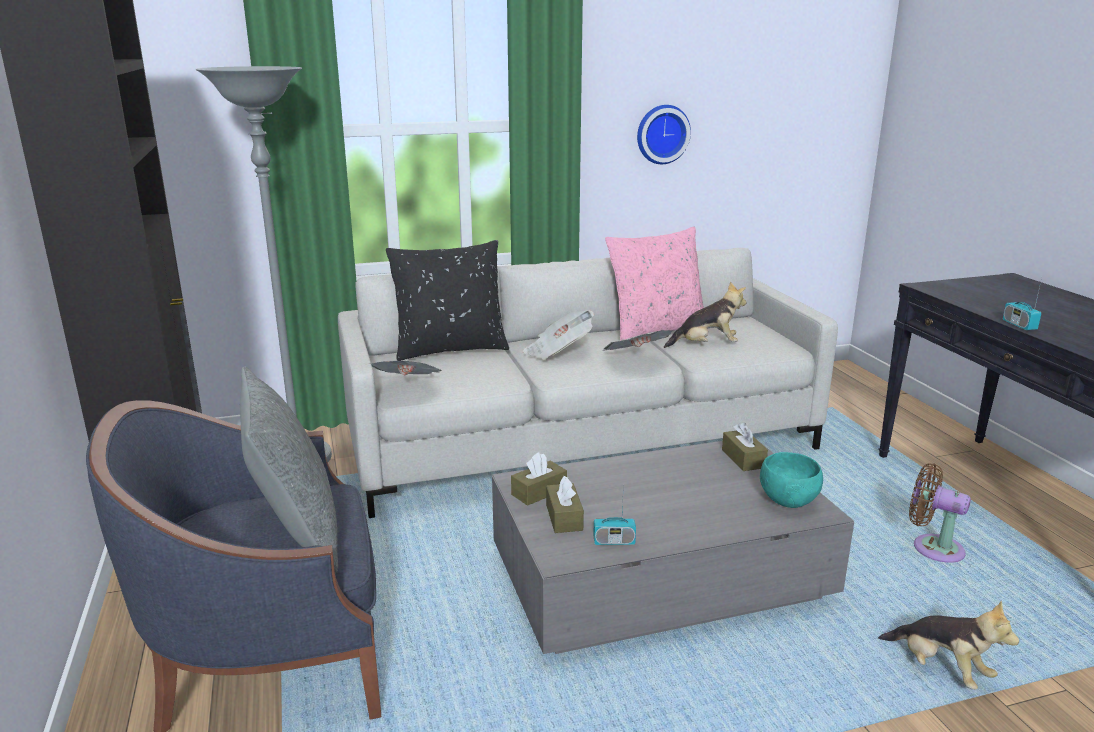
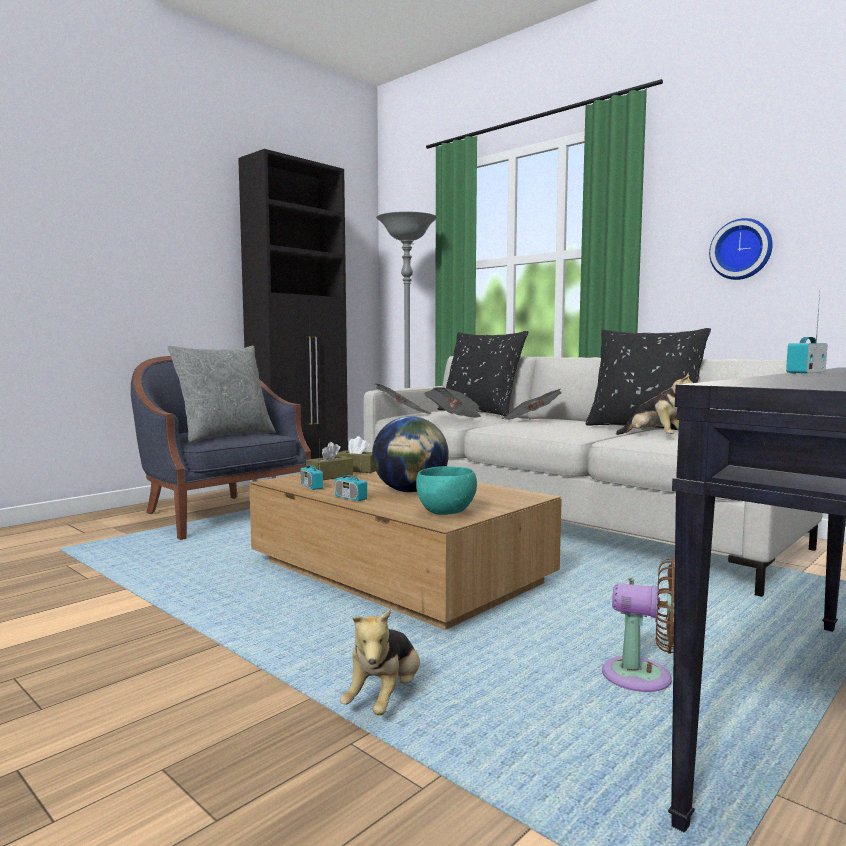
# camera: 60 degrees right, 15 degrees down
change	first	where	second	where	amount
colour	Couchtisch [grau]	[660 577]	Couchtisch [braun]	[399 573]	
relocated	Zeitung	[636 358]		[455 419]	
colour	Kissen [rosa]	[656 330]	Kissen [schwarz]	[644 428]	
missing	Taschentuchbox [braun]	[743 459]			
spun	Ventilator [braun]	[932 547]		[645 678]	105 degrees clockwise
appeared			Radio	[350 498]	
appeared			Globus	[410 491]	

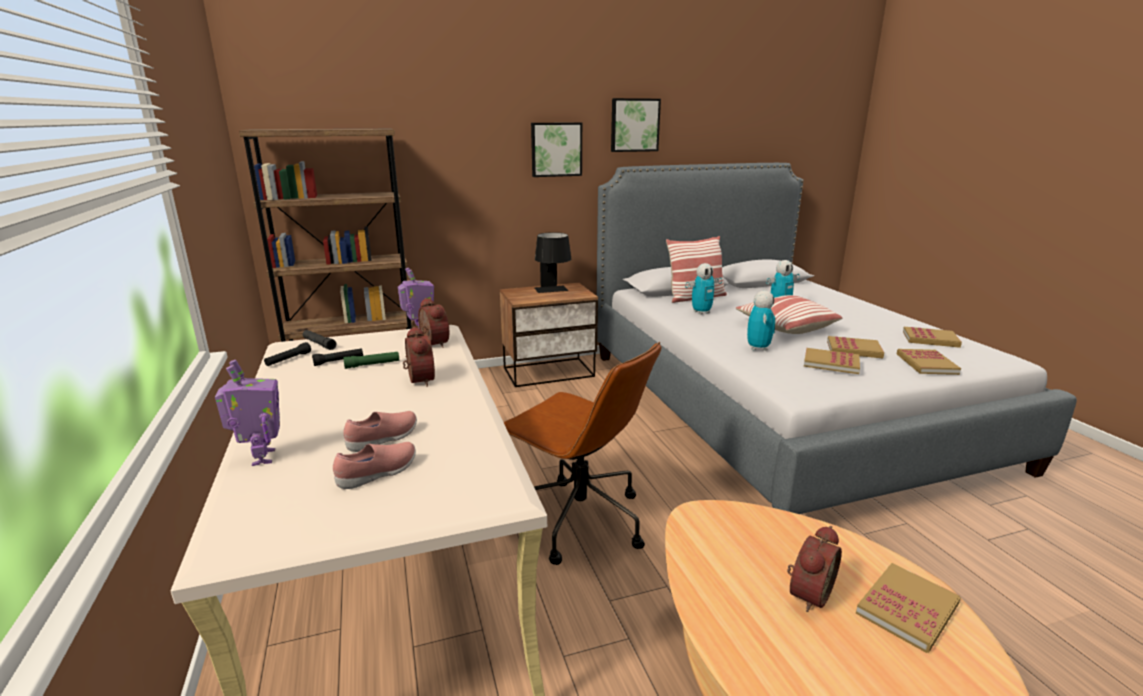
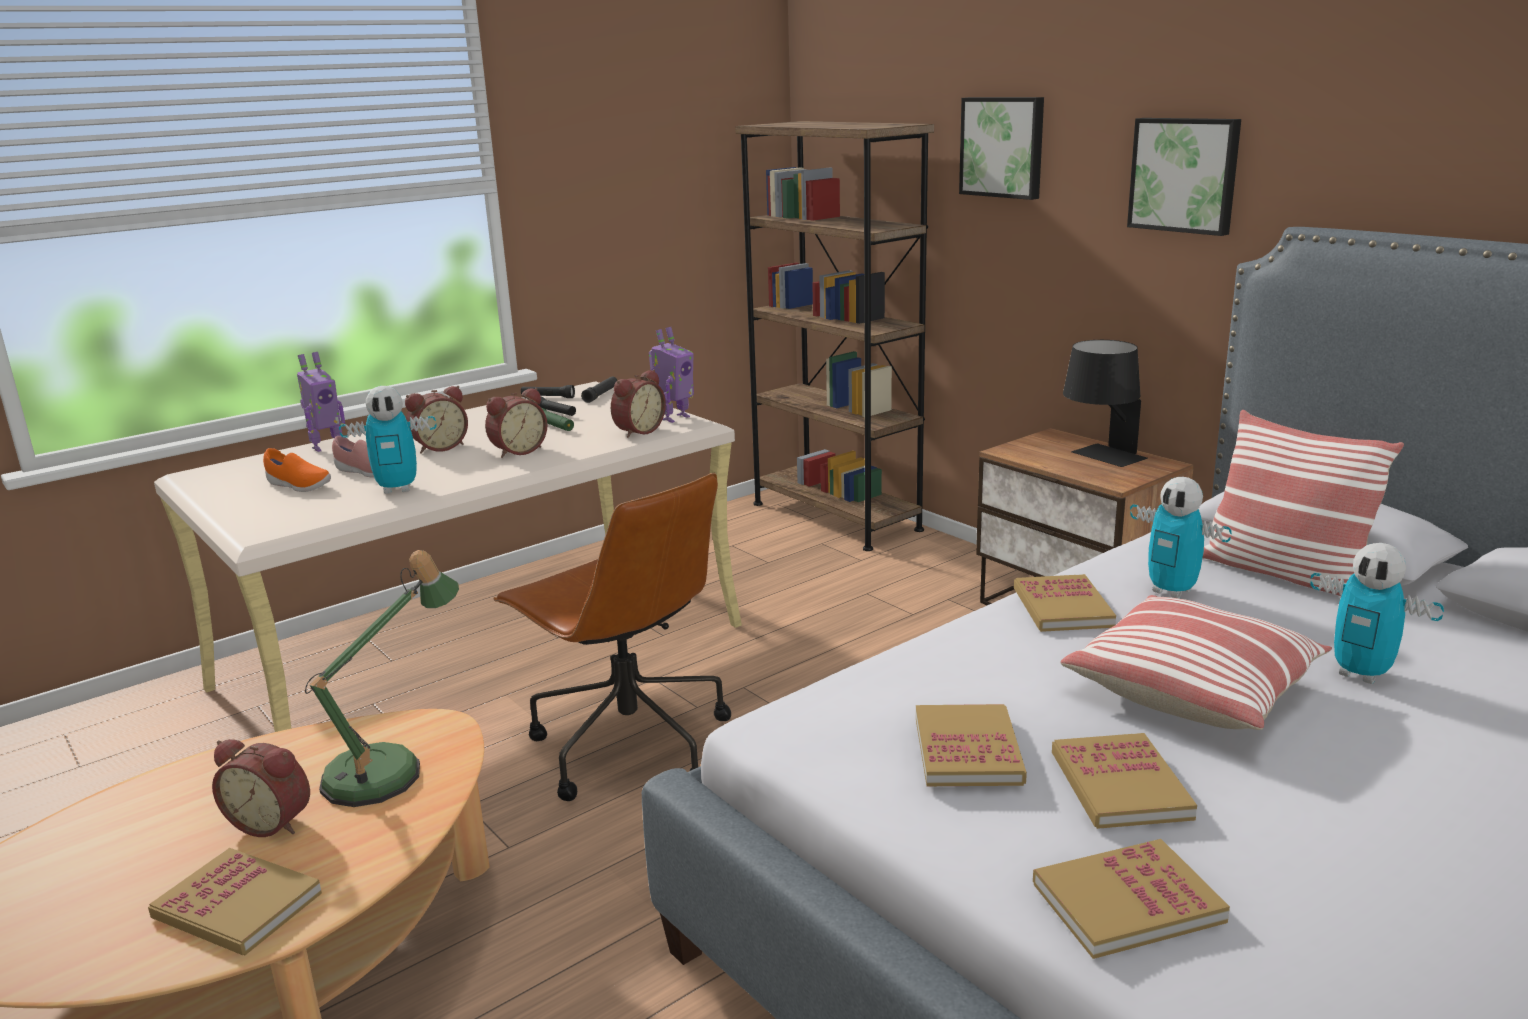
# camera: 70 degrees right, 0 degrees up
change	first	where	second	where	amount
colour	Schuh [rosa]	[378 474]	Schuh [orange]	[298 486]	
spun	Bürostuhl [braun]	[578 520]		[628 745]	60 degrees counterclockwise
relocated	Bild	[634 125]		[1003 147]	
relocated	Spielzeugroboter	[758 348]		[398 489]	
relocated	Buch	[930 339]		[1062 607]	
appeared			Tischlampe	[387 770]	
appeared			Wecker	[439 447]	

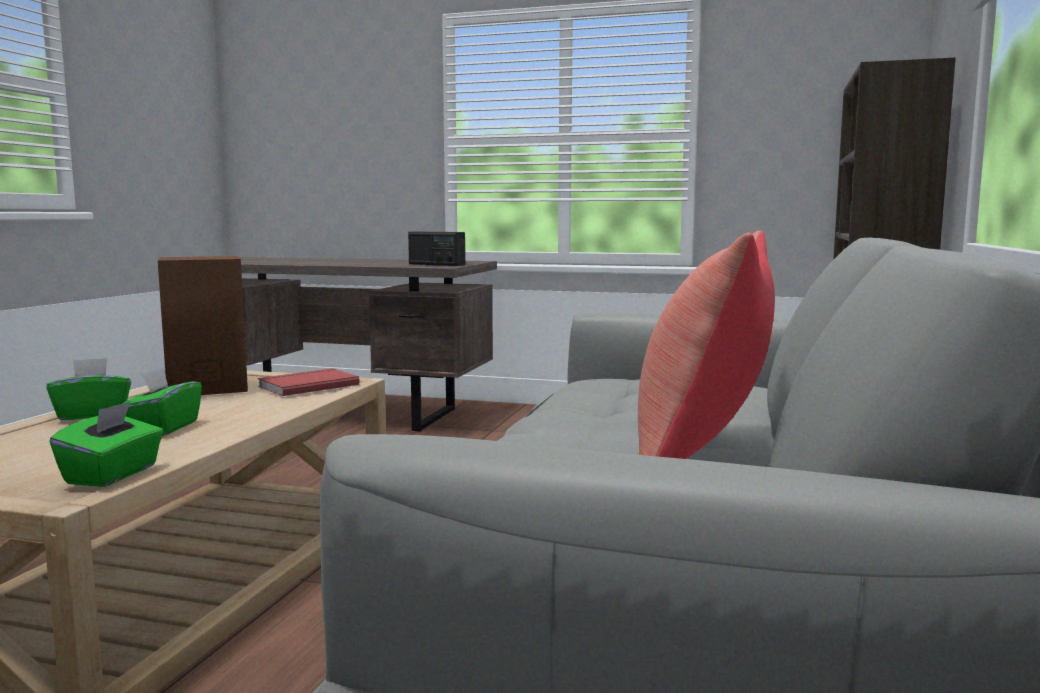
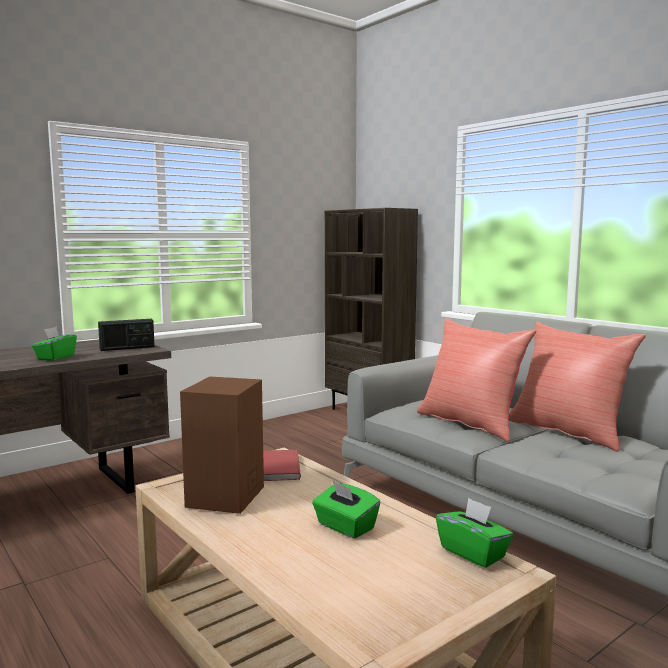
# camera: 55 degrees left, 0 degrees up
change	first	where	second	where	amount
relocated	Taschentuchbox [grün]	[93 414]		[55 357]	
appeared			Kissen [rot]	[470 423]	

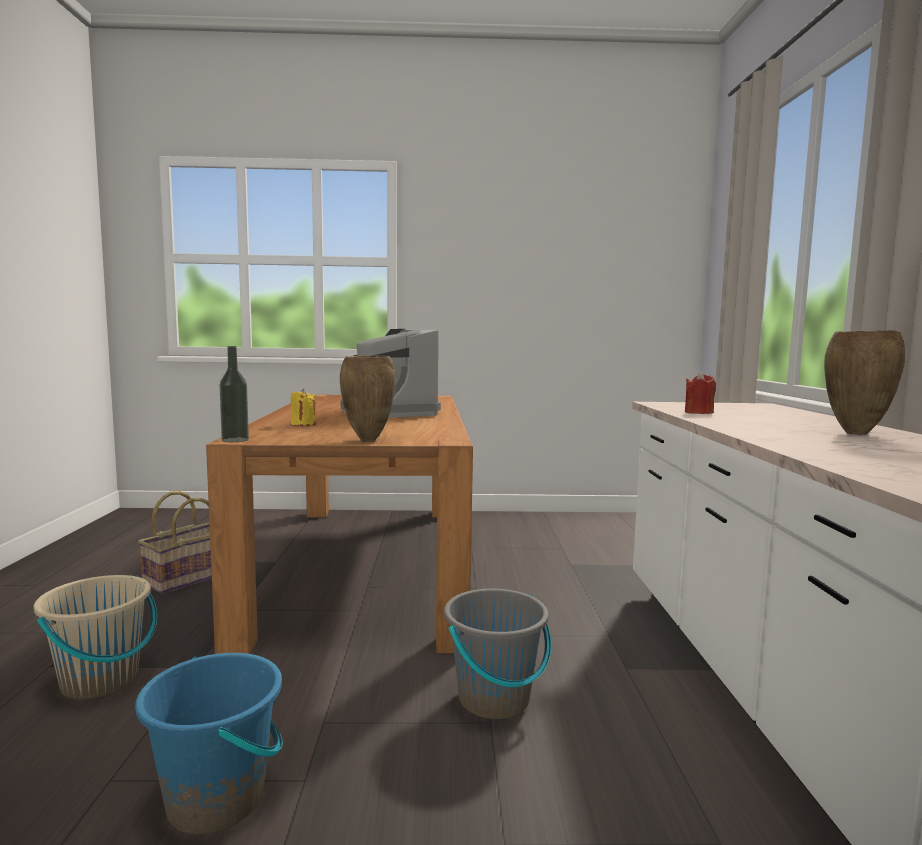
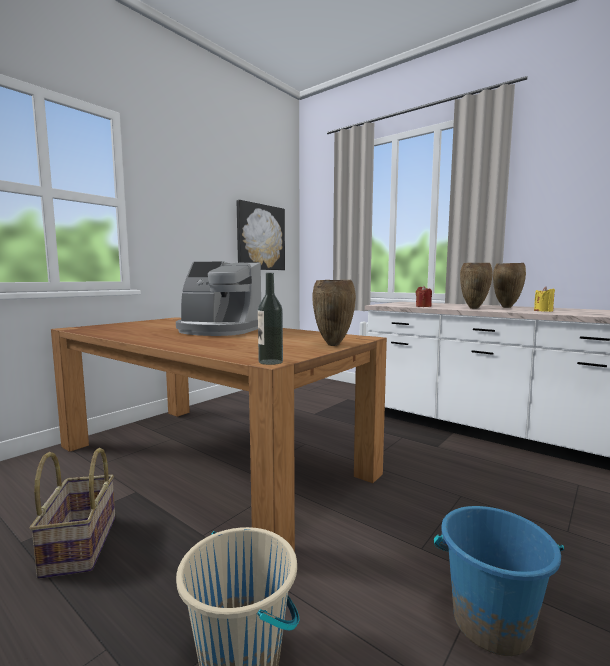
# camera: 50 degrees left, 0 degrees up
change	first	where	second	where	amount
relocated	Kerze [gelb]	[303 424]		[543 311]	
missing	Eimer [grau]	[494 699]			
appeared			Bild	[260 237]	
appeared			Vase [braun]	[474 308]	

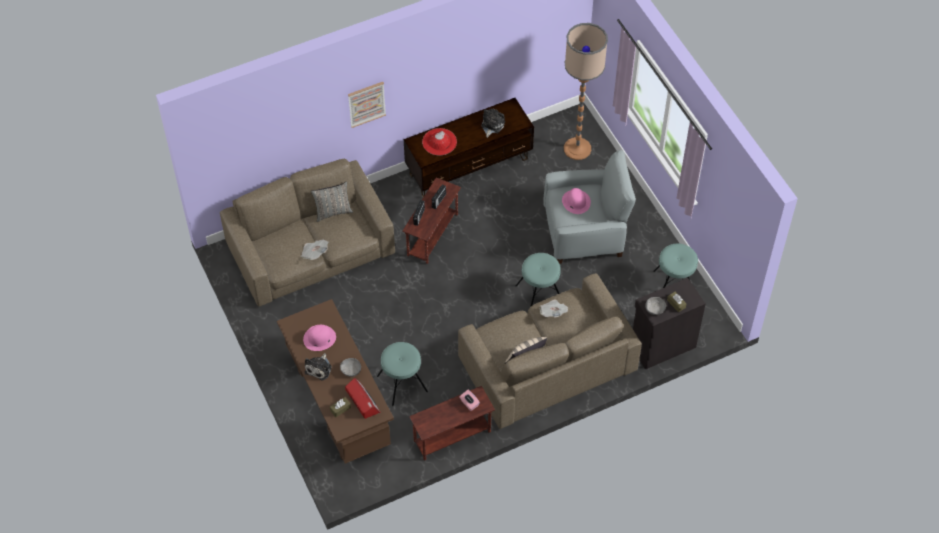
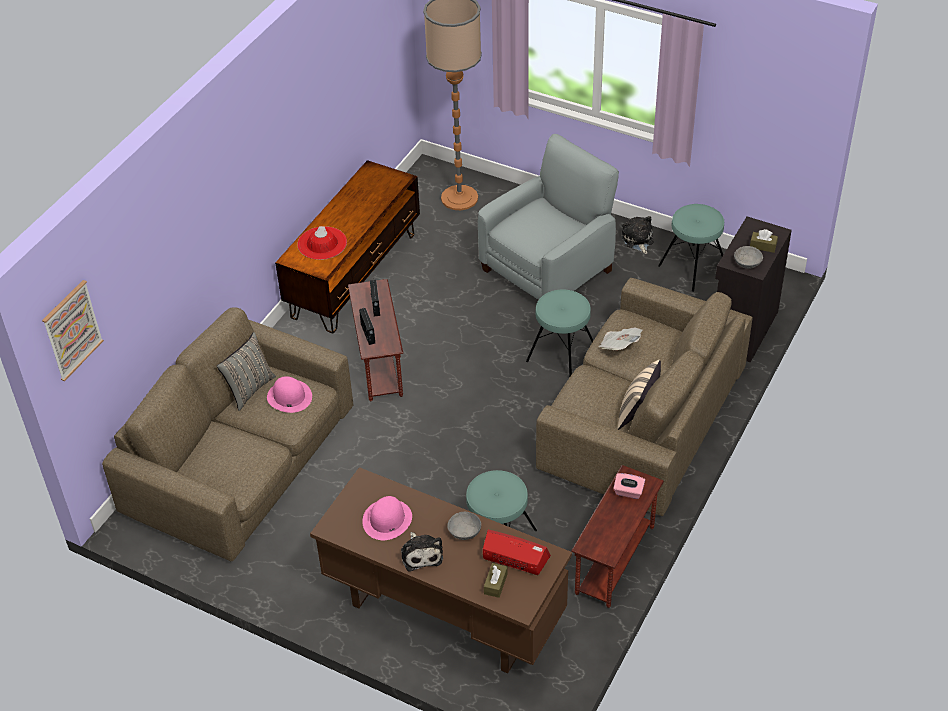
# camera: 35 degrees left, 10 degrees down
change	first	where	second	where	amount
missing	Zeitung	[314 253]			
relocated	Bild	[366 104]		[72 330]	
relocated	Plüschtier	[492 125]		[637 240]	
relocated	Hut [rosa]	[576 201]		[289 397]	

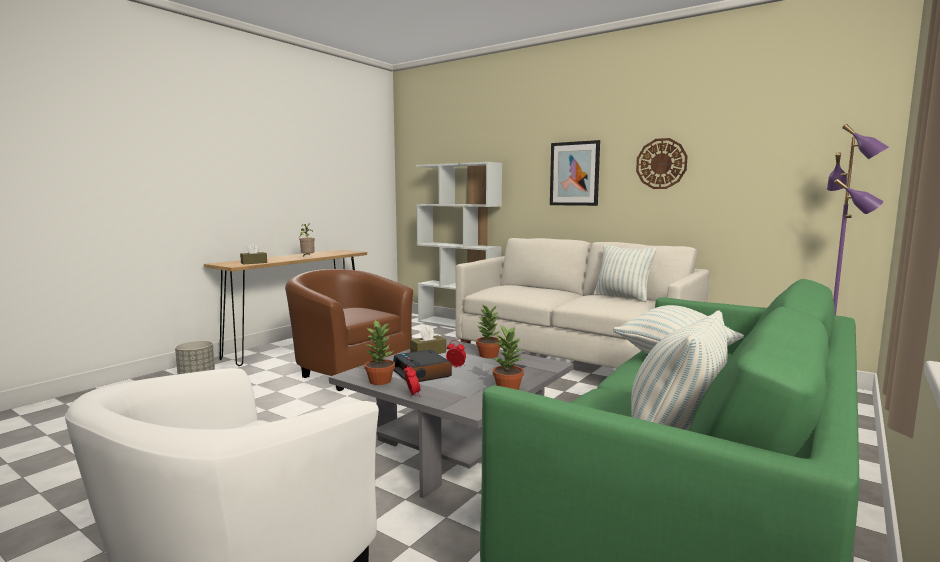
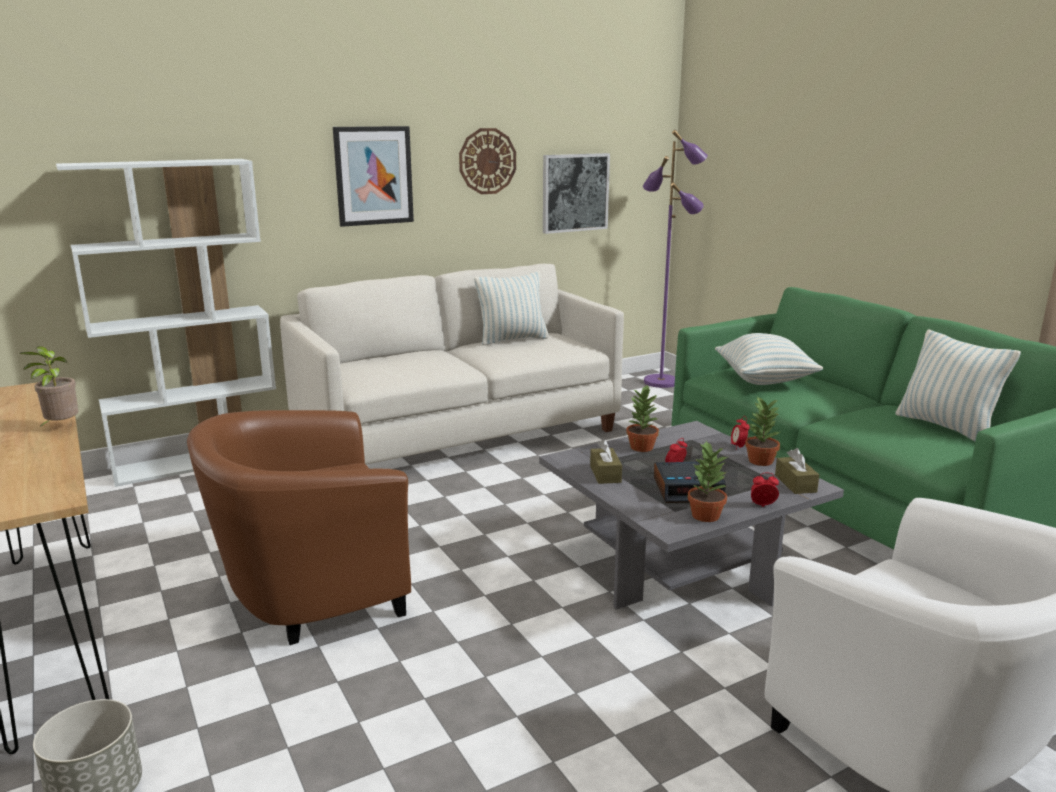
# camera: 65 degrees left, 10 degrees up
change	first	where	second	where	amount
relocated	Taschentuchbox [braun]	[254 263]		[795 483]	
appeared			Bild	[575 192]	
appeared			Wecker	[738 447]	

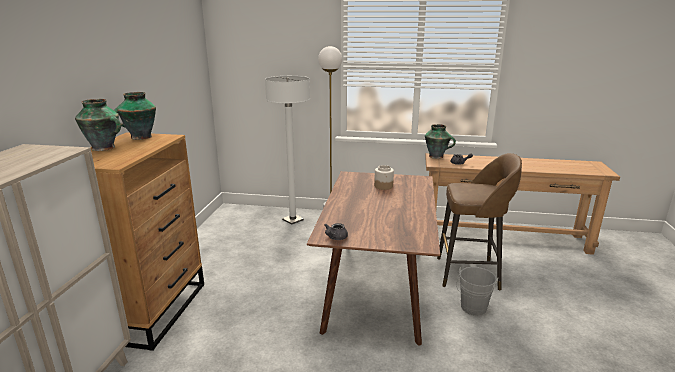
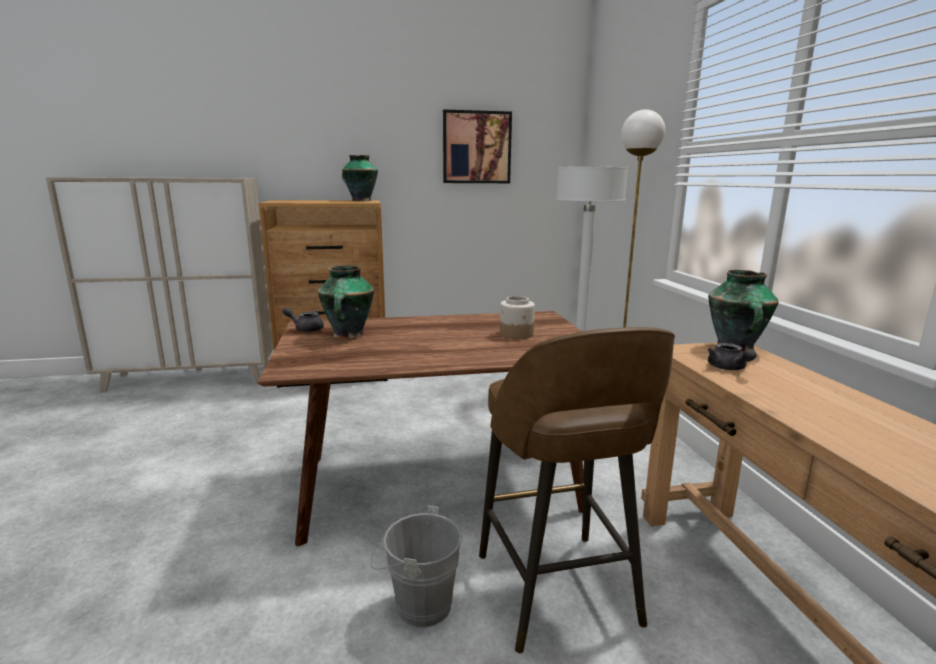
# camera: 70 degrees right, 5 degrees down
change	first	where	second	where	amount
relocated	Vase	[104 148]		[348 335]	
appeared			Bild	[476 147]	

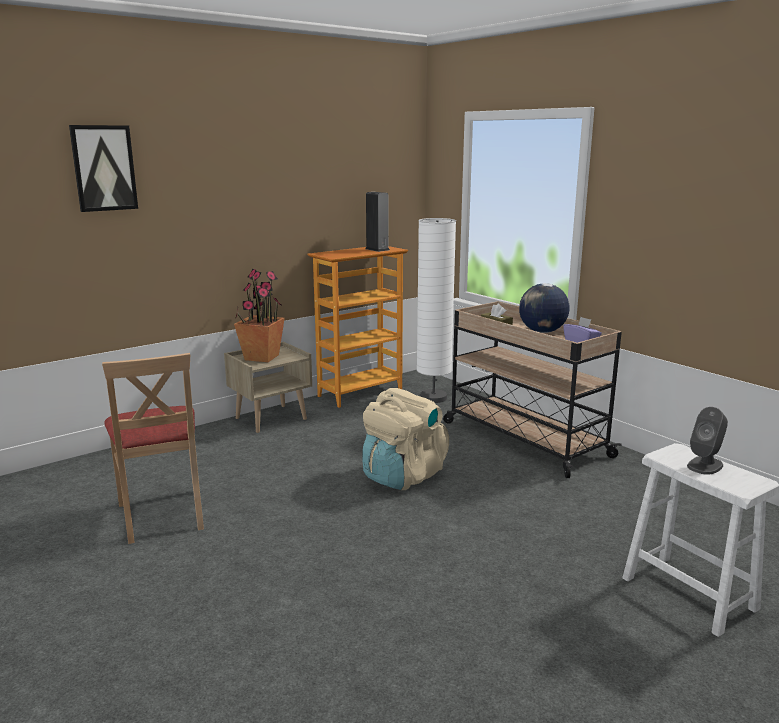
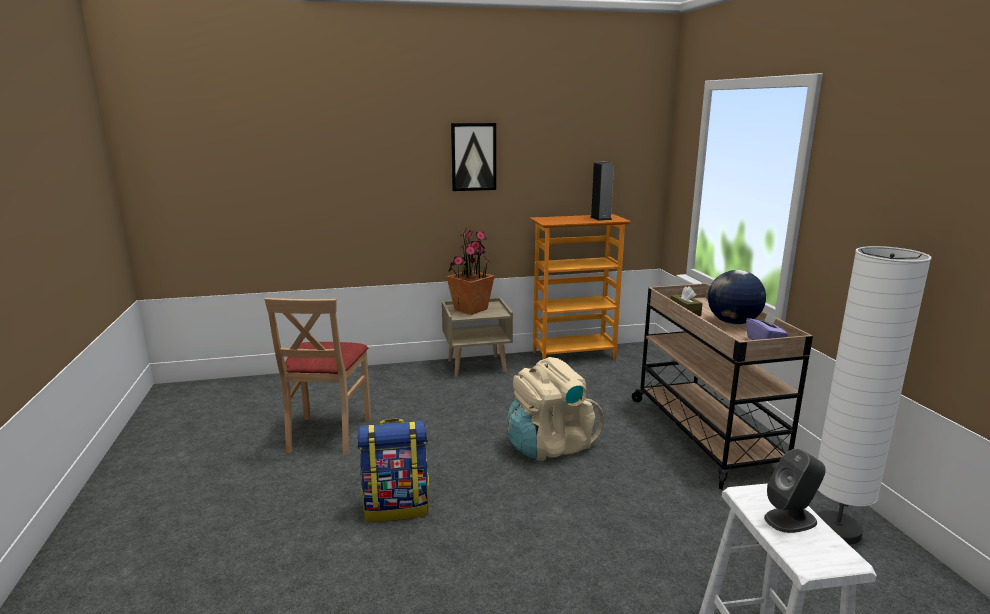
# camera: 25 degrees right, 0 degrees up
change	first	where	second	where	amount
relocated	Bild	[104 168]		[473 157]	
relocated	Stehlampe [weiß]	[433 398]		[837 530]	
appeared			Rucksack	[397 507]	

